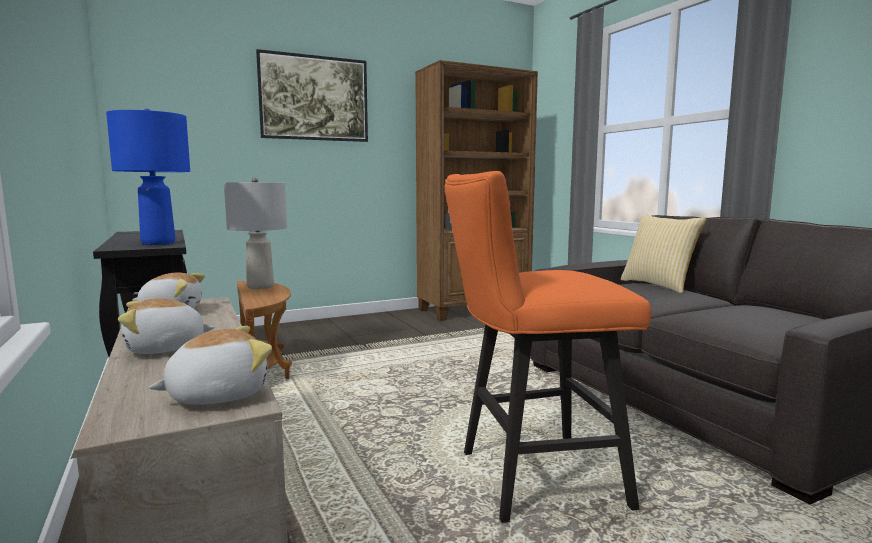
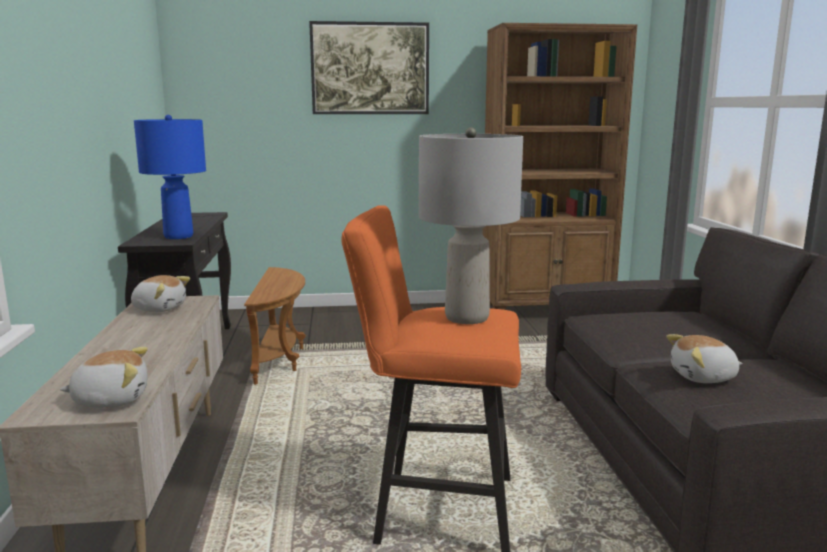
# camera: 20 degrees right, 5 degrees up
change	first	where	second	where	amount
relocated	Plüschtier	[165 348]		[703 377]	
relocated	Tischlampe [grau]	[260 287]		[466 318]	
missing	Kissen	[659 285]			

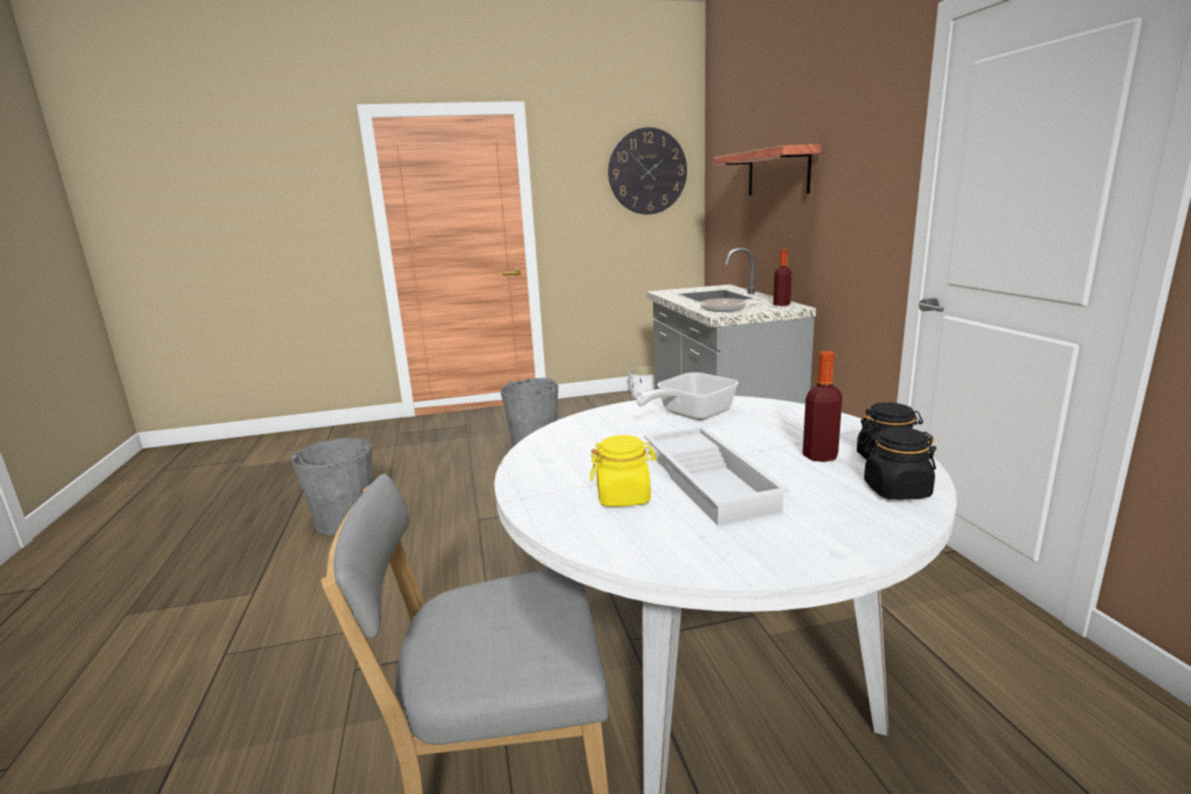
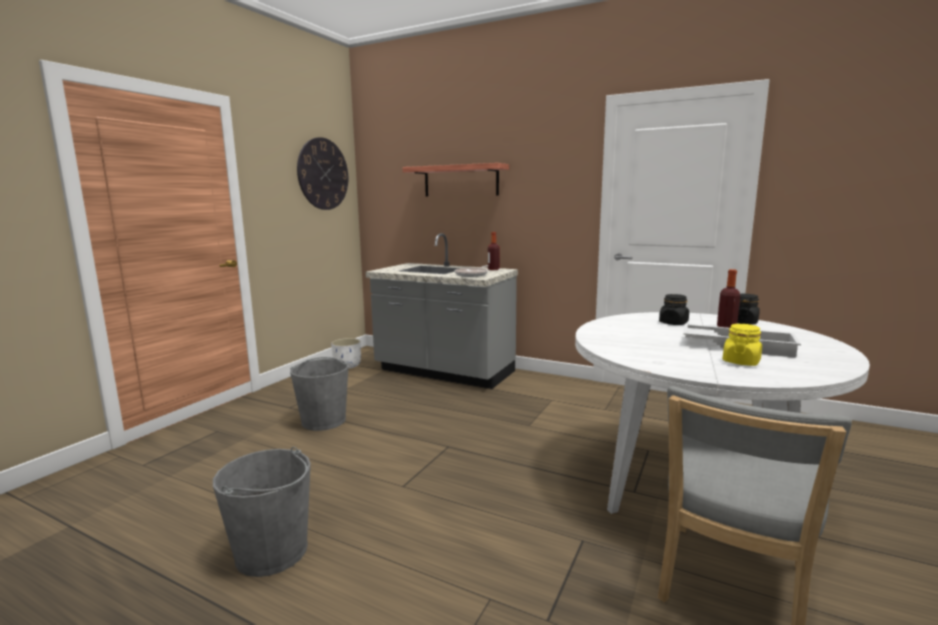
# camera: 50 degrees left, 5 degrees down
change	first	where	second	where	amount
missing	Pfanne	[689 414]			
relocated	Vorratsglas [schwarz]	[896 491]		[673 323]	

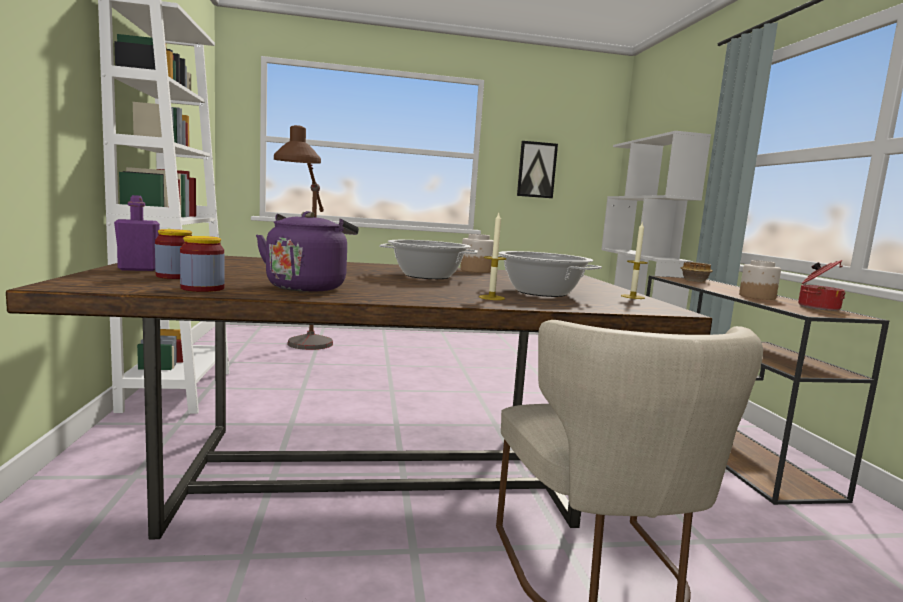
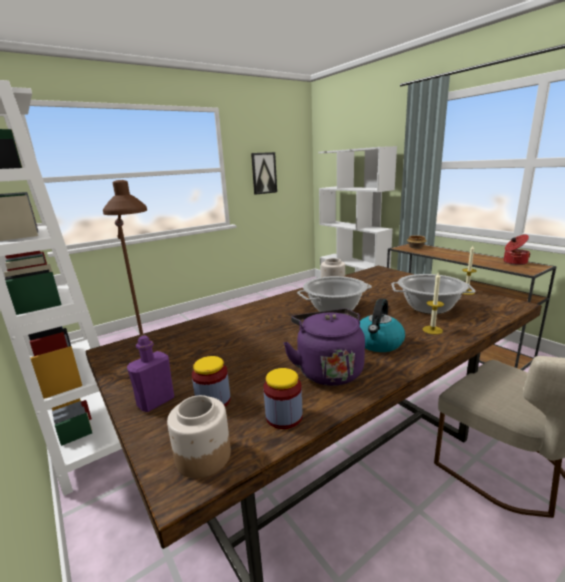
# camera: 25 degrees left, 10 degrees up
change	first	where	second	where	amount
relocated	Vorratsglas	[756 297]		[202 456]	
appeared			Wasserkessel	[379 343]	

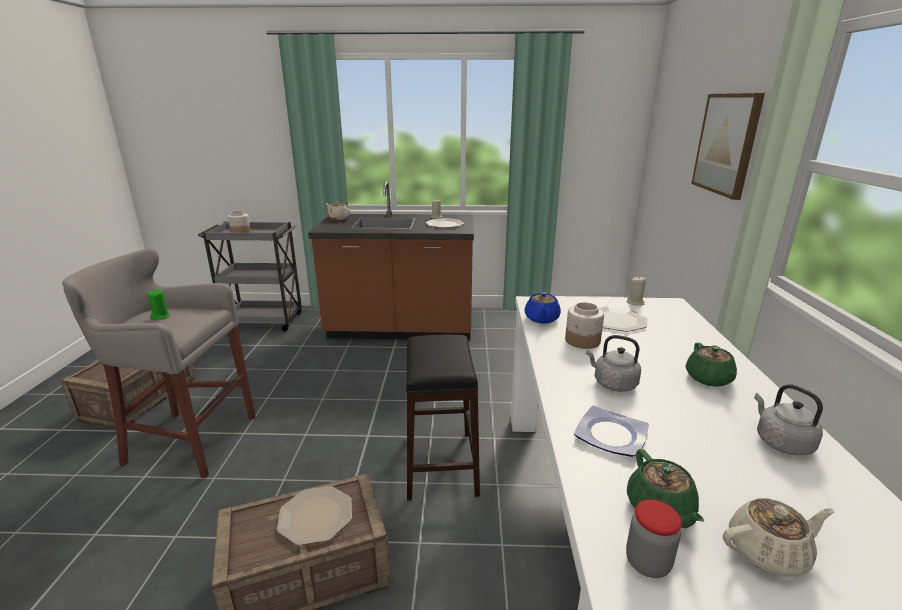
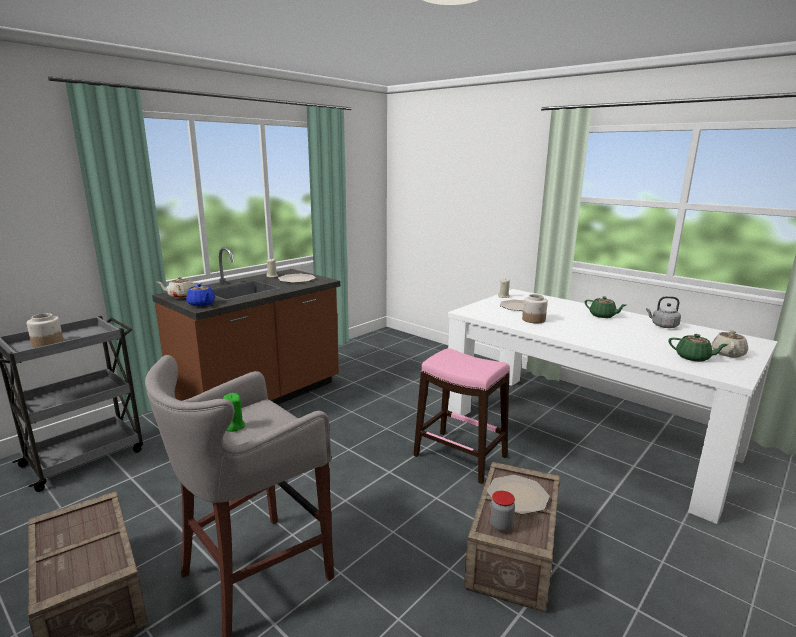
# camera: 50 degrees left, 5 degrees down
change	first	where	second	where	amount
colour	Hocker [schwarz]	[440 464]	Hocker [rosa]	[460 456]	
relocated	Teekanne [blau]	[541 319]		[201 304]	
missing	Teller	[612 435]			
missing	Wasserkessel [grau]	[612 383]			
relocated	Vorratsglas	[647 563]		[501 525]	
missing	Bild	[727 144]			

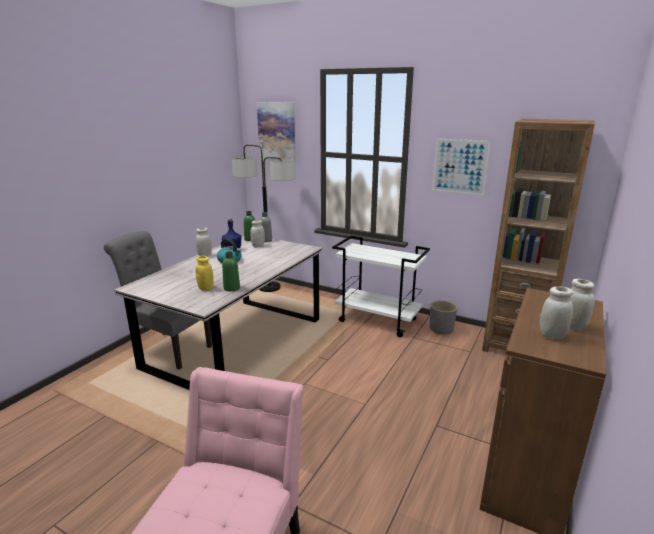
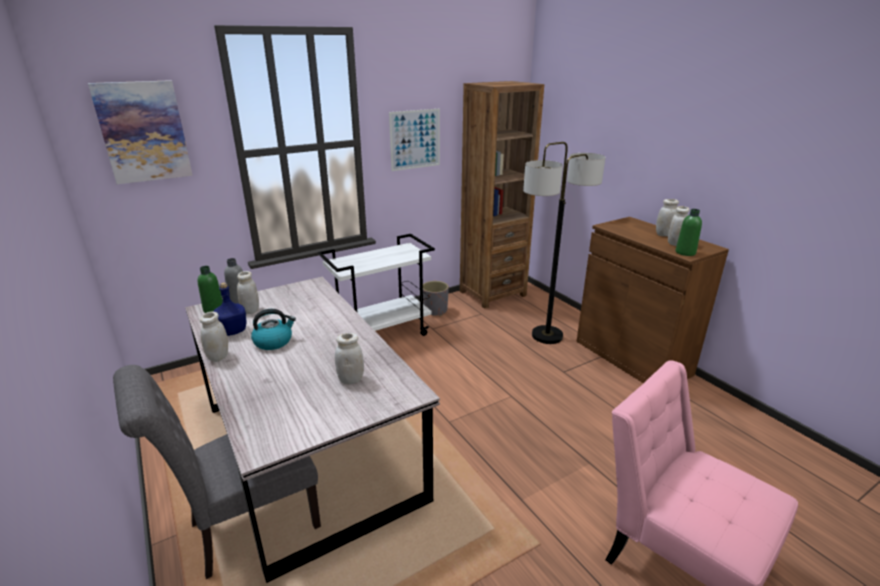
# camera: 60 degrees left, 5 degrees up
change	first	where	second	where	amount
colour	Vorratsglas [gelb]	[205 288]	Vorratsglas [weiß]	[351 380]	
relocated	Flasche [grün]	[231 288]		[685 252]	
relocated	Stehlampe	[269 288]		[547 336]	

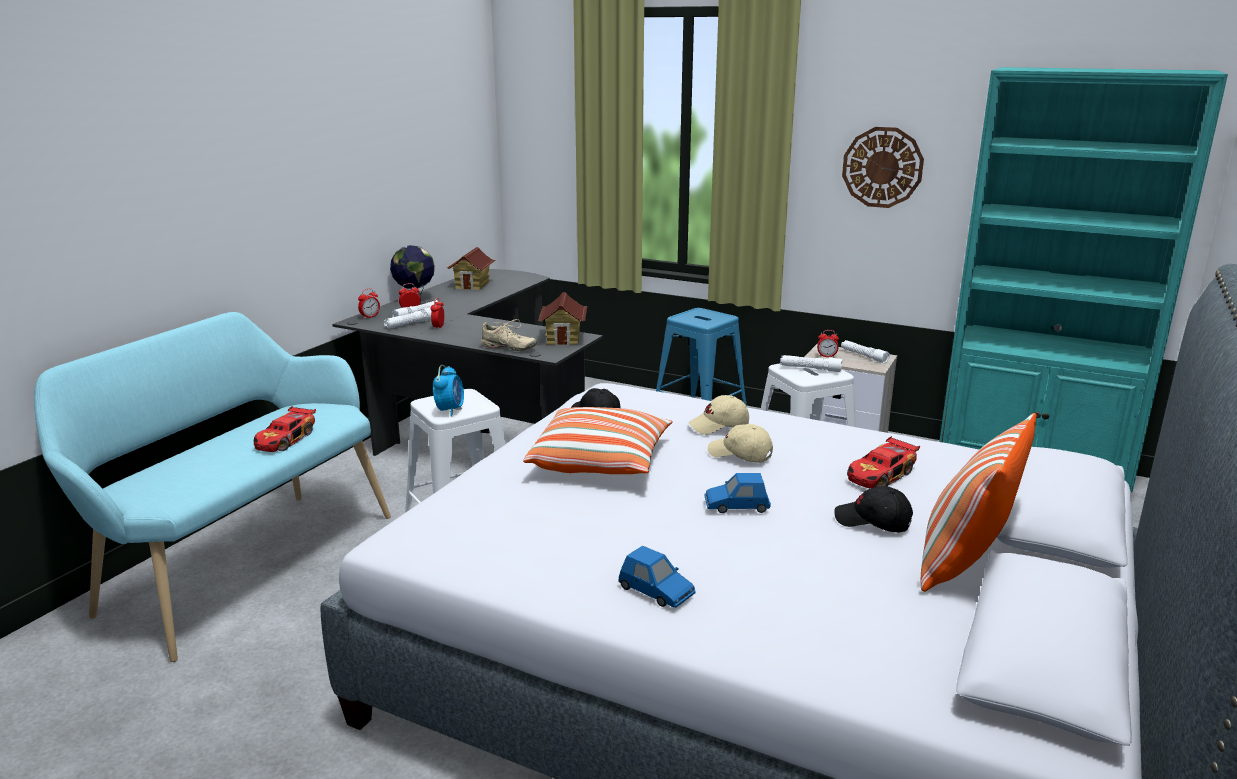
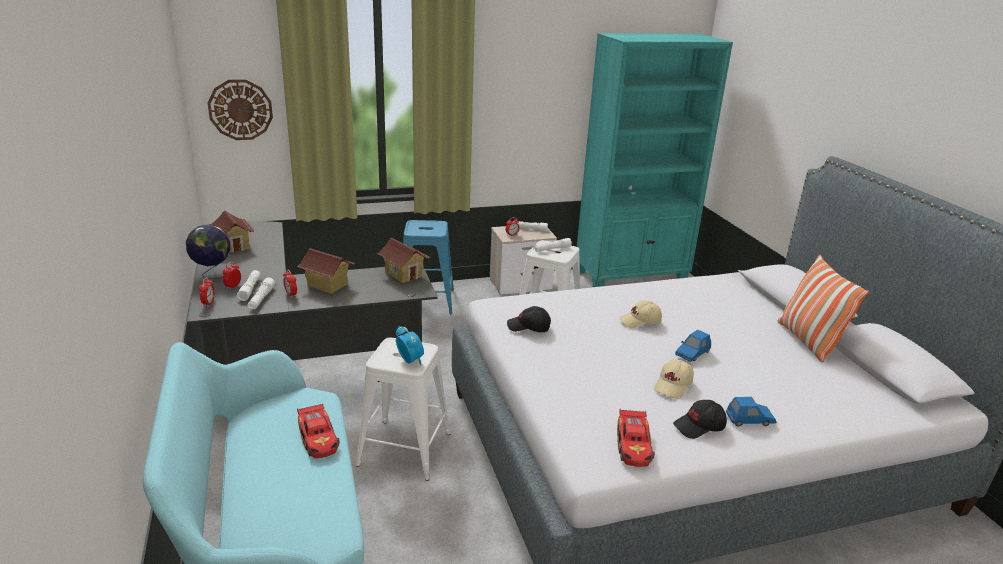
# camera: 45 degrees left, 5 degrees up
change	first	where	second	where	amount
missing	Schuh [beige]	[508 347]			
missing	Kissen	[600 462]			
relocated	Kappe [beige]	[719 426]		[673 386]	
relocated	Kappe [schwarz]	[872 522]		[699 427]	
relocated	Wanduhr	[882 167]		[240 110]	
relocated	Spielzeugauto	[881 475]		[634 446]	
appeared			Spielzeughaus	[327 285]	

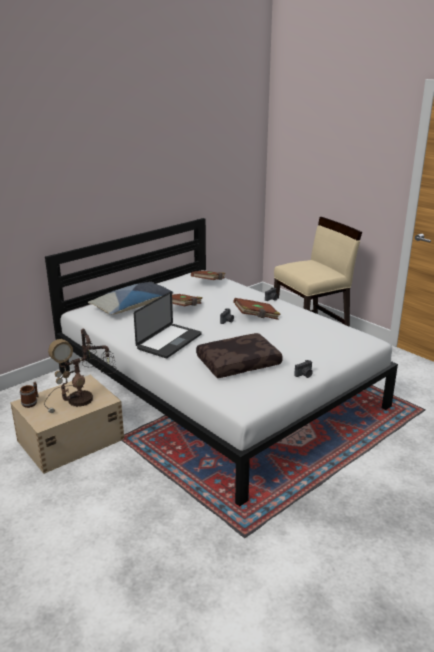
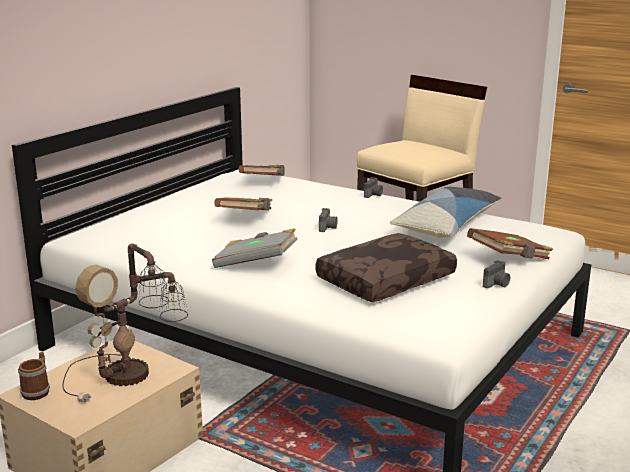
# camera: 15 degrees left, 5 degrees down
change	first	where	second	where	amount
relocated	Kissen	[132 305]		[447 224]	
exchanged	Laptop	[169 342]	Buch [grau]	[255 263]	
relocated	Buch [braun]	[256 317]		[509 259]	

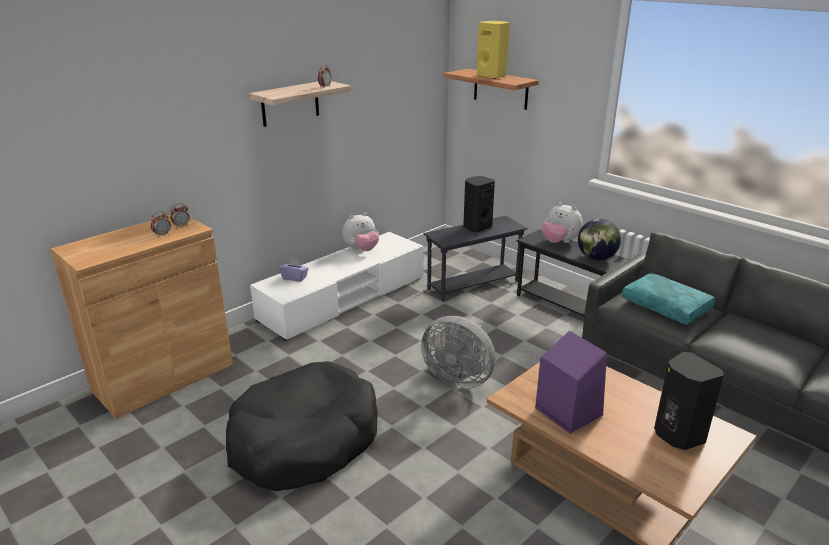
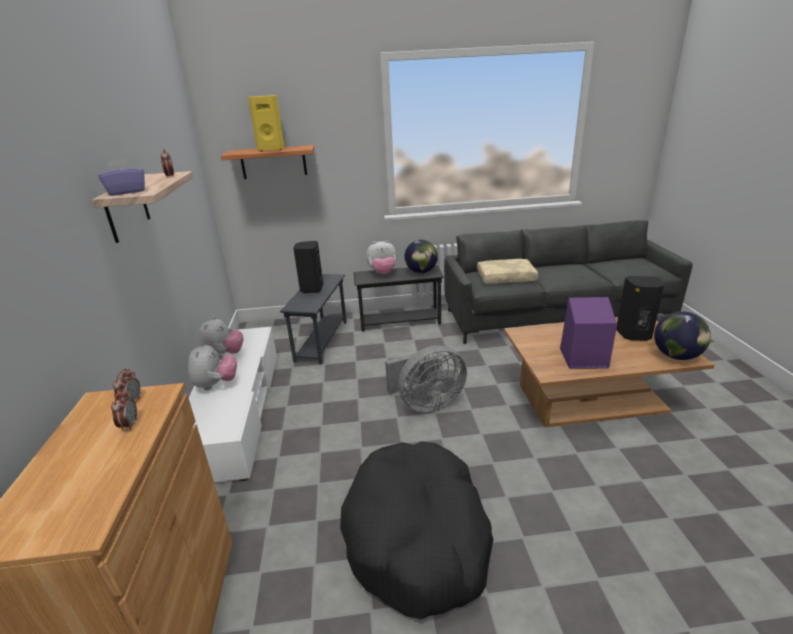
# camera: 50 degrees left, 0 degrees up
change	first	where	second	where	amount
relocated	Taschentuchbox [lila]	[295 278]		[126 192]	
colour	Kissen [türkis]	[667 306]	Kissen [beige]	[506 277]	
appeared			Plüschtier	[216 384]	
appeared			Globus	[676 356]	

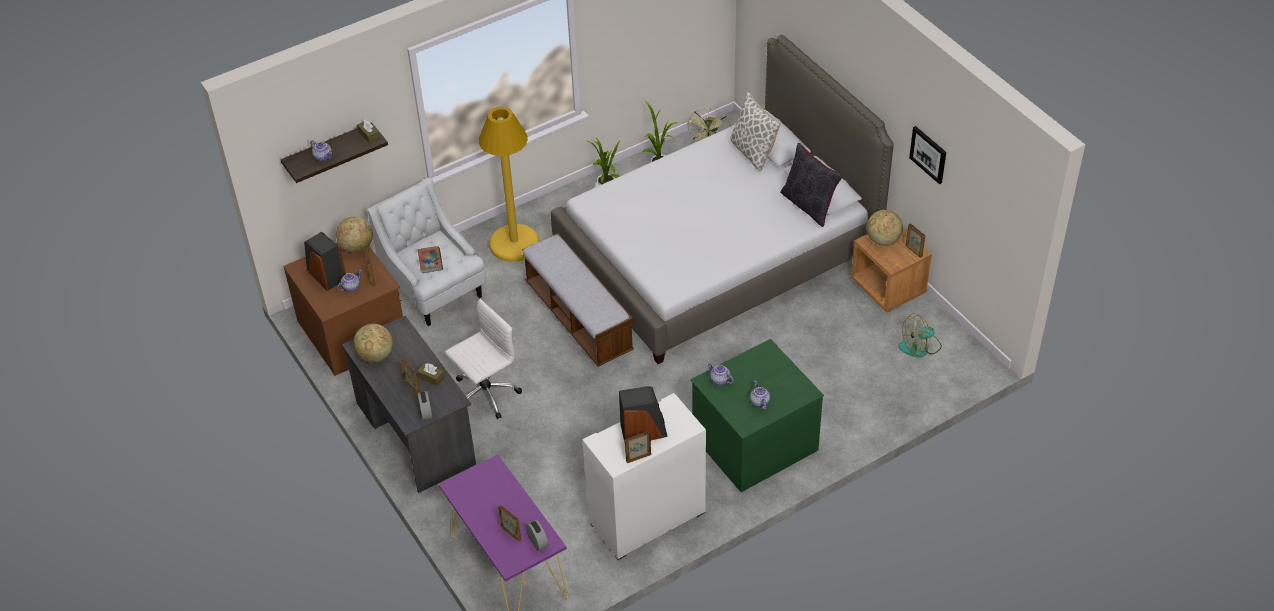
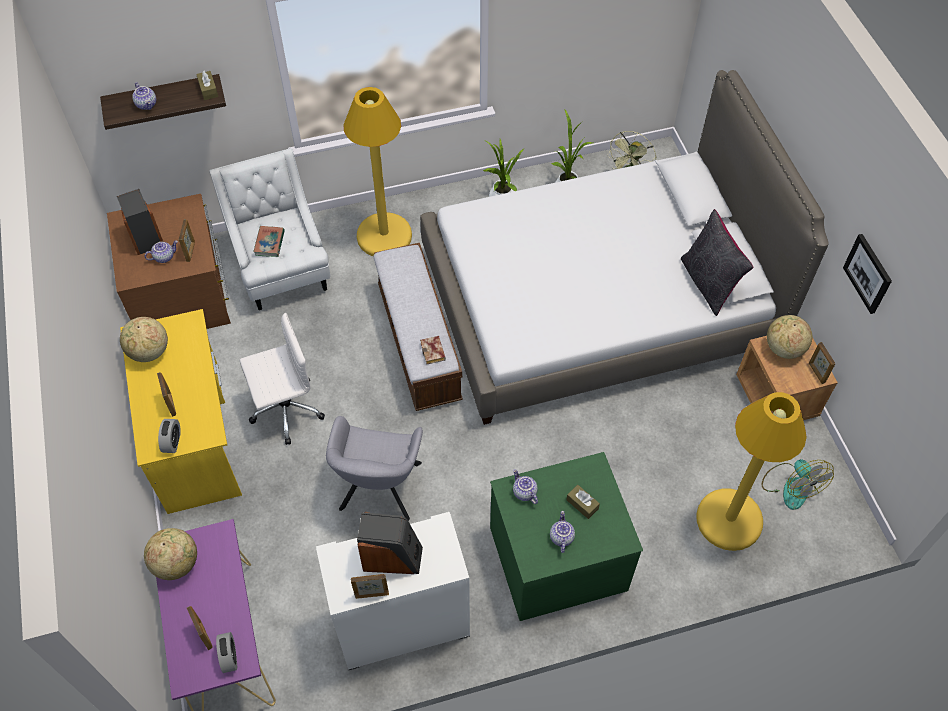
# camera: 15 degrees right, 10 degrees up
change	first	where	second	where	amount
relocated	Globus	[357 247]		[176 563]	
colour	Schreibtisch [grau]	[415 433]	Schreibtisch [gelb]	[194 437]	
relocated	Taschentuchbox [braun]	[431 377]		[582 504]	
missing	Kissen	[753 152]			
spun	Ventilator	[920 347]		[791 486]	105 degrees counterclockwise
appeared			Sessel [grau]	[379 490]	
appeared			Buch	[434 352]	
appeared			Stehlampe [gelb]	[729 520]	

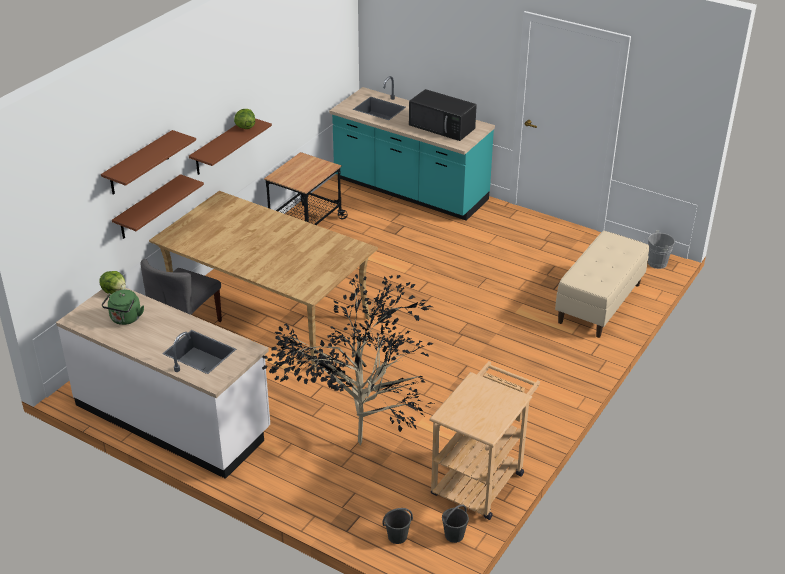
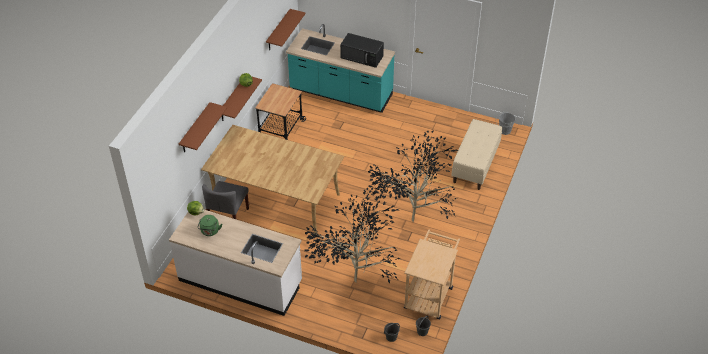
# camera: 10 degrees left, 10 degrees up
change	first	where	second	where	amount
relocated	Wandregal [braun]	[148 208]		[278 30]	
appeared			Topfpflanze	[411 220]	

